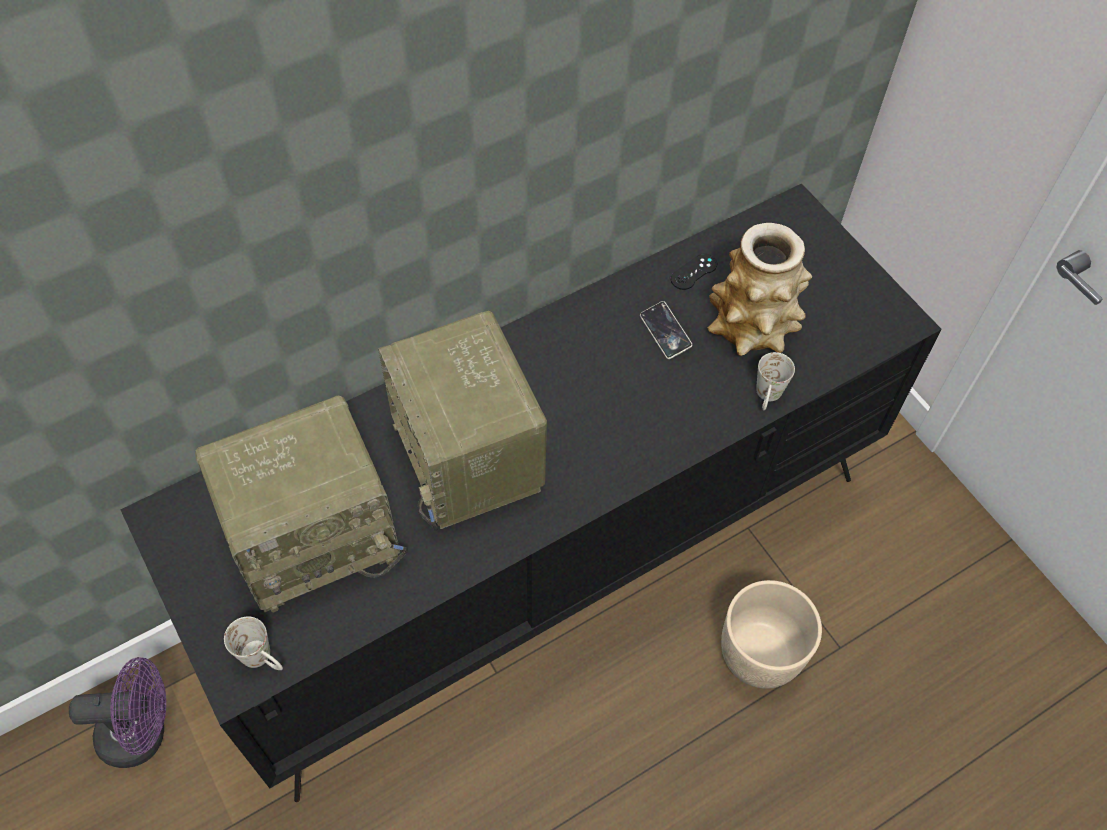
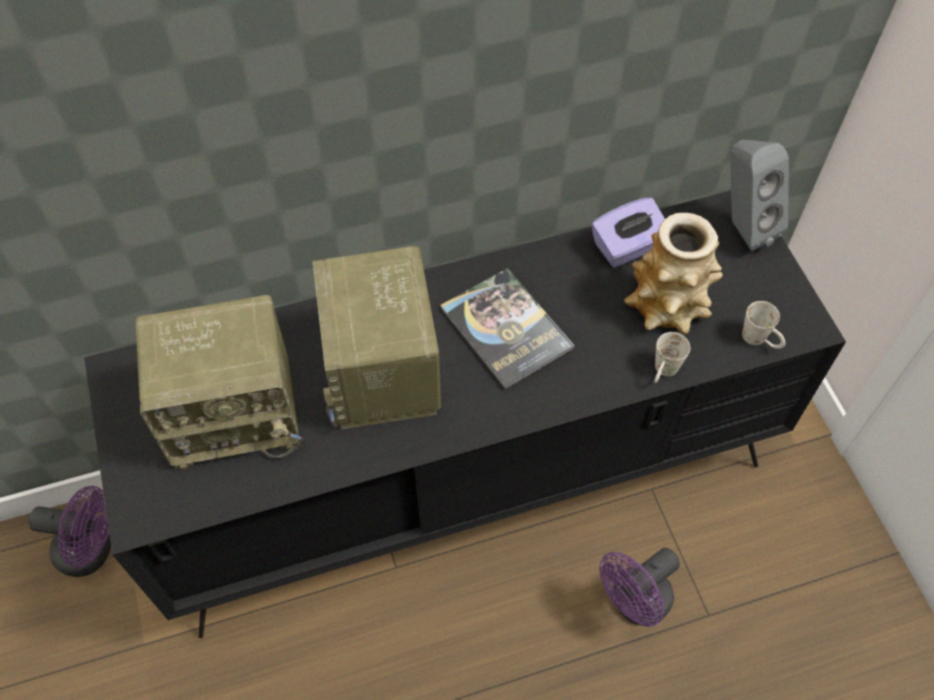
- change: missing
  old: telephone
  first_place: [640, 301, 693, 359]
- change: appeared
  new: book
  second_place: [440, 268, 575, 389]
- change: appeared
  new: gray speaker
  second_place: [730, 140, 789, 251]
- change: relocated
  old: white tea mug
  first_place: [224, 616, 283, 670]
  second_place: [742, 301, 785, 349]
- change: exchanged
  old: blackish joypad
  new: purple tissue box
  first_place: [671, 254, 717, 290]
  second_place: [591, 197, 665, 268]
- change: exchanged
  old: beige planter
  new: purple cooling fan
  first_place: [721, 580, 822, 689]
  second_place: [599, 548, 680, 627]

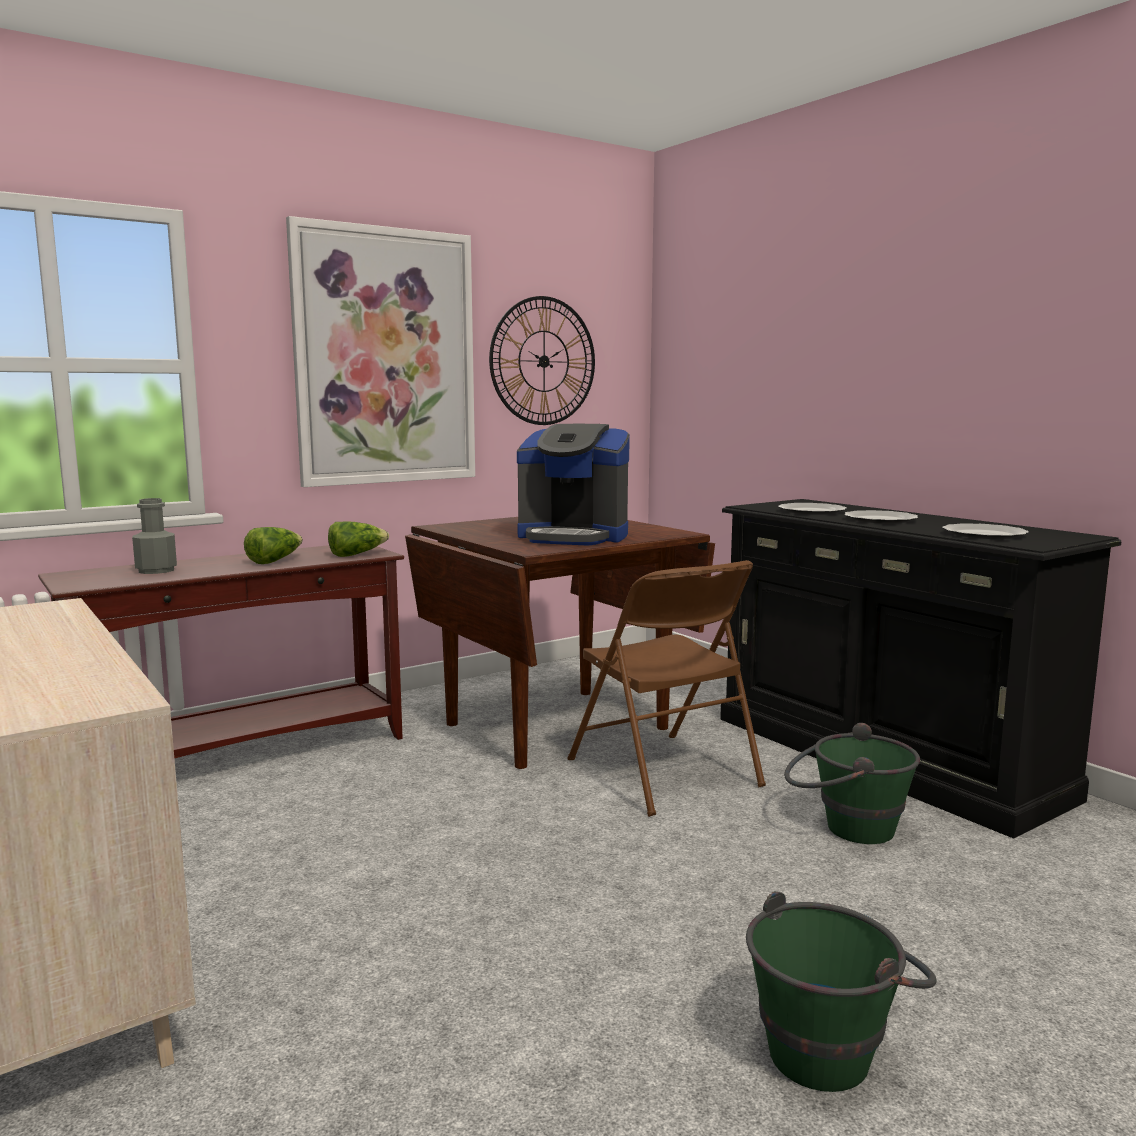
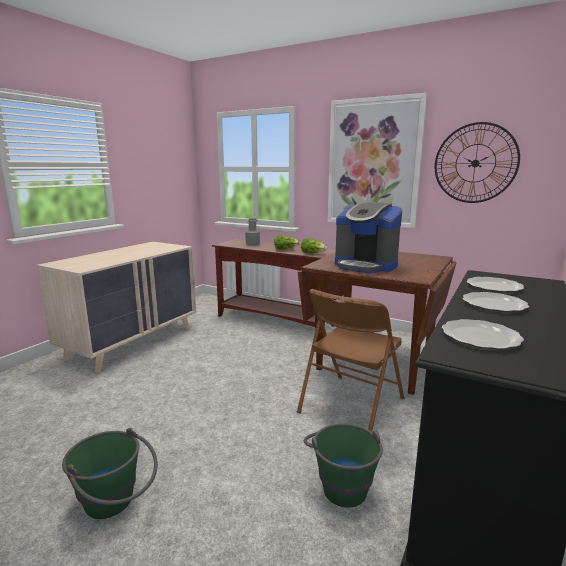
- change: spun
  old: coffee maker
  first_place: [517, 424, 630, 546]
  second_place: [335, 202, 402, 273]
  degrees: -45

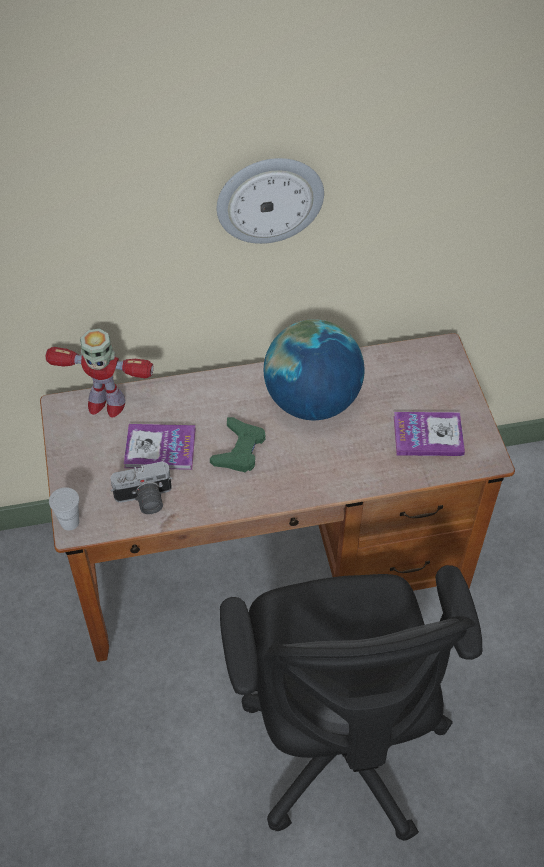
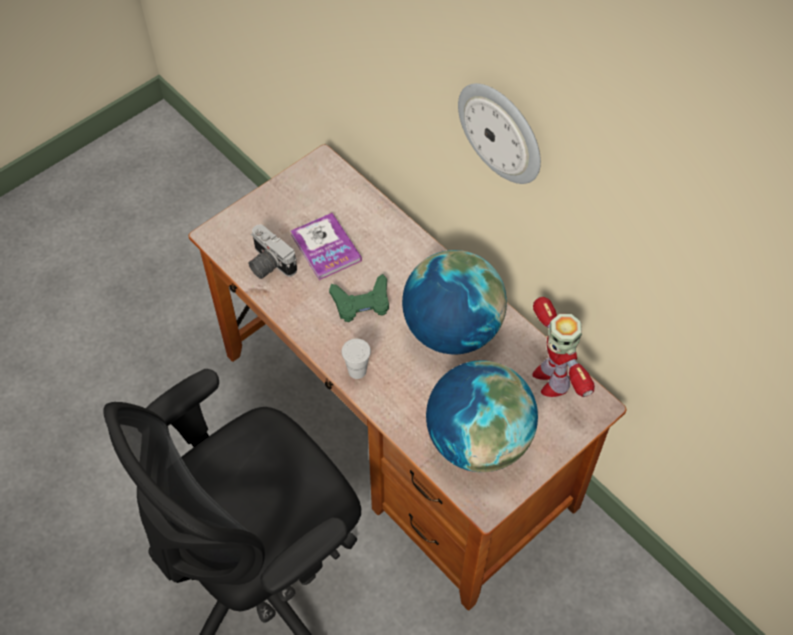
- change: relocated
  old: model robot
  first_place: [46, 329, 154, 418]
  second_place: [533, 297, 595, 397]
- change: relocated
  old: white small cup
  first_place: [49, 487, 79, 530]
  second_place: [341, 338, 371, 379]
- change: exchanged
  old: book
  new: desk globe
  first_place: [394, 412, 465, 456]
  second_place: [426, 360, 538, 472]

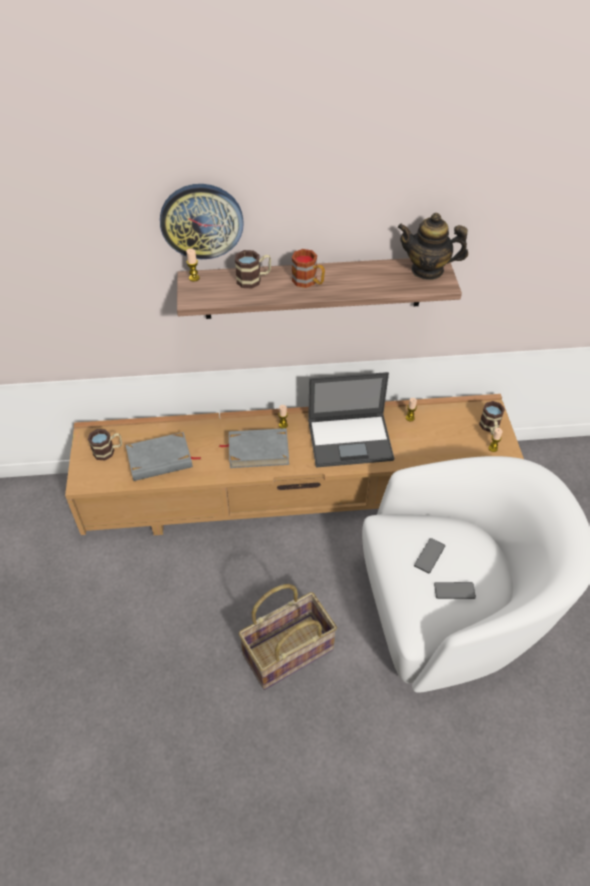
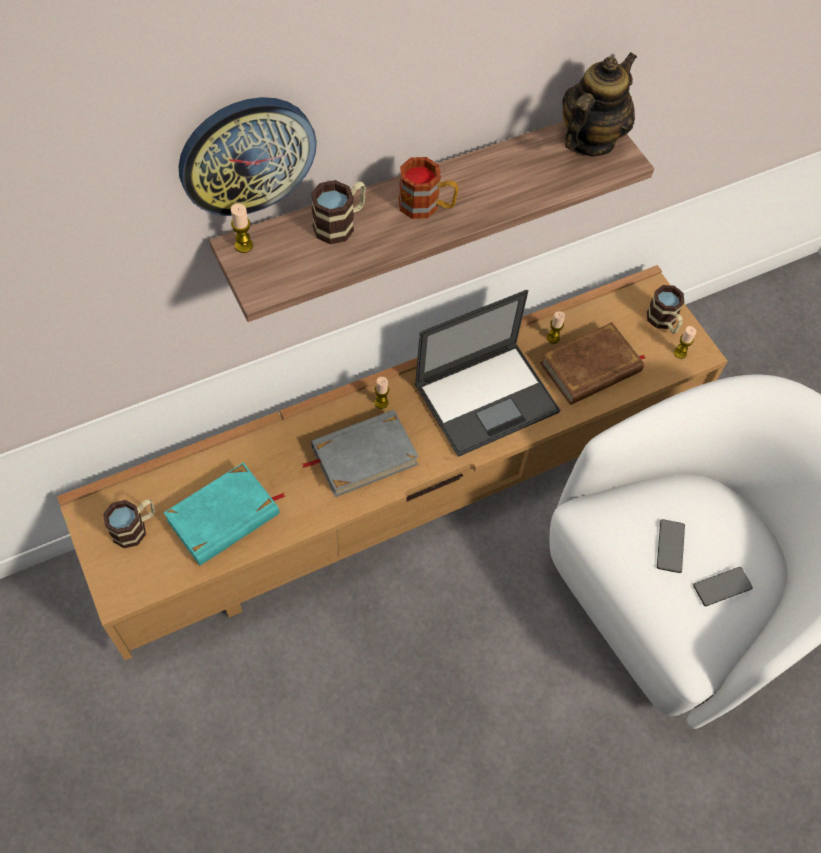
- change: missing
  old: basket
  first_place: [239, 584, 337, 690]
- change: appeared
  new: brown book
  second_place: [540, 322, 646, 405]
- change: colour
  old: gray book
  new: turquoise-coloured book
  first_place: [126, 432, 201, 481]
  second_place: [164, 462, 285, 566]
- change: spun
  old: tea pot
  first_place: [398, 213, 468, 280]
  second_place: [562, 52, 637, 157]
  degrees: 135

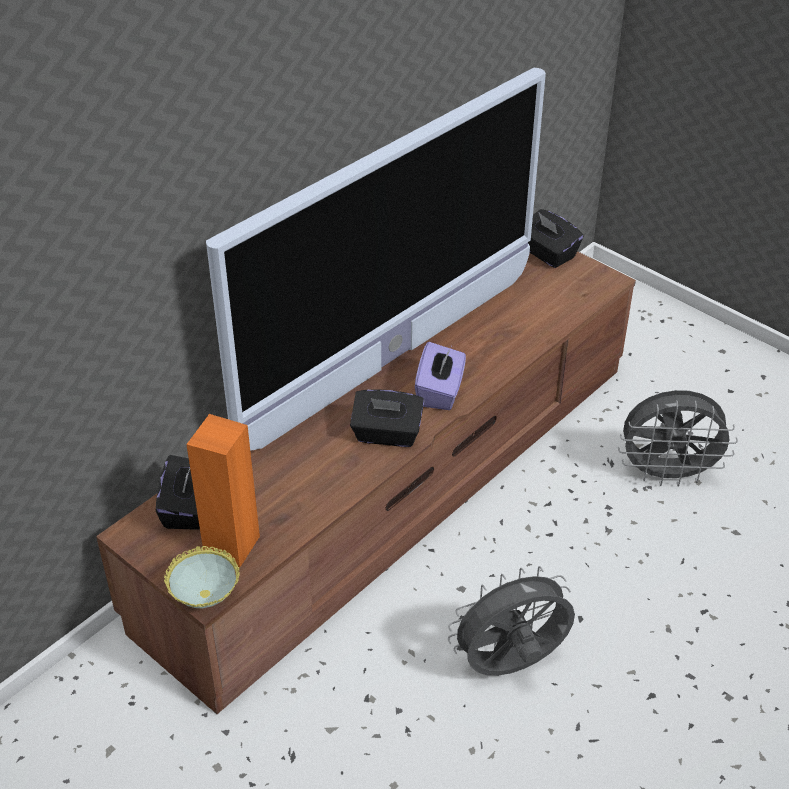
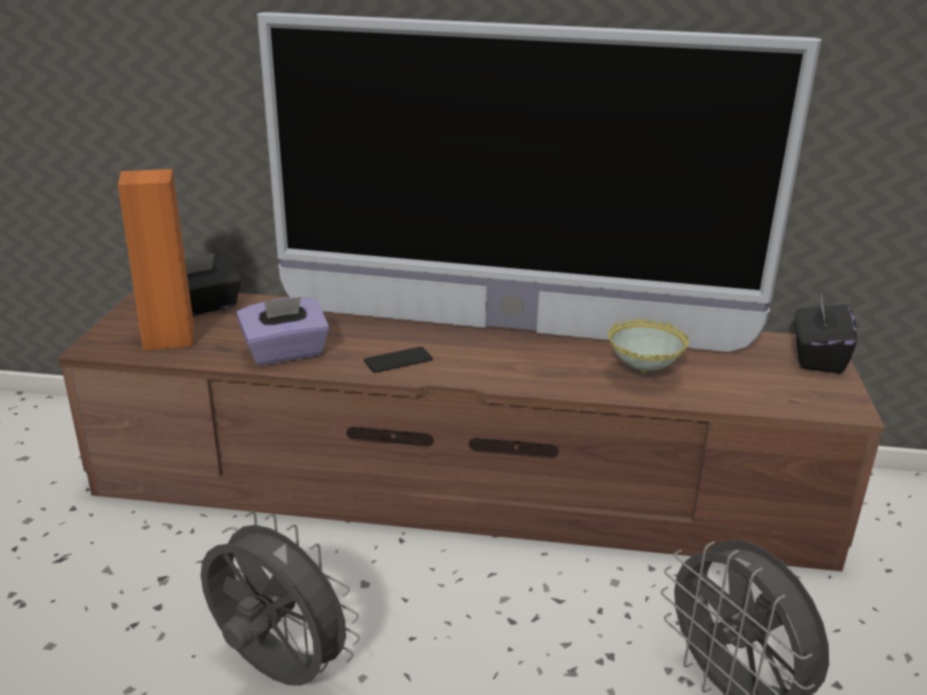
- change: relocated
  old: bowl
  first_place: [164, 546, 239, 608]
  second_place: [608, 318, 689, 375]
- change: relocated
  old: purple tissue box
  first_place: [415, 342, 466, 410]
  second_place: [236, 297, 329, 365]
- change: exchanged
  old: blackish tissue box
  new: telephone
  first_place: [350, 389, 424, 447]
  second_place: [364, 346, 432, 373]

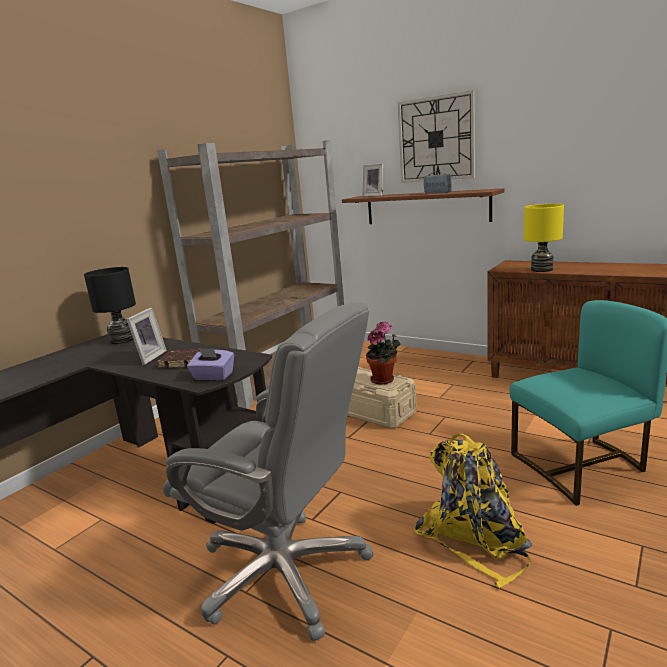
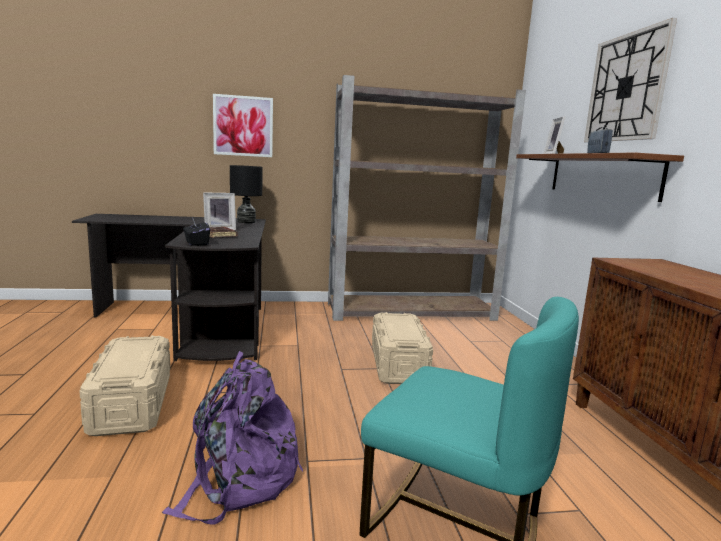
- change: missing
  old: houseplant
  first_place: [366, 321, 401, 385]
- change: missing
  old: yellow table lamp
  first_place: [524, 204, 564, 272]
- change: appeared
  new: wall picture
  second_place: [213, 94, 273, 157]
- change: exchanged
  old: gray desk chair
  new: beige storage box
  first_place: [163, 302, 373, 641]
  second_place: [79, 335, 170, 436]
- change: colour
  old: purple tissue box
  new: blackish tissue box
  first_place: [187, 348, 234, 380]
  second_place: [183, 219, 210, 246]
- change: colour
  old: yellow backpack
  new: purple backpack
  first_place: [414, 434, 532, 588]
  second_place: [162, 351, 303, 525]

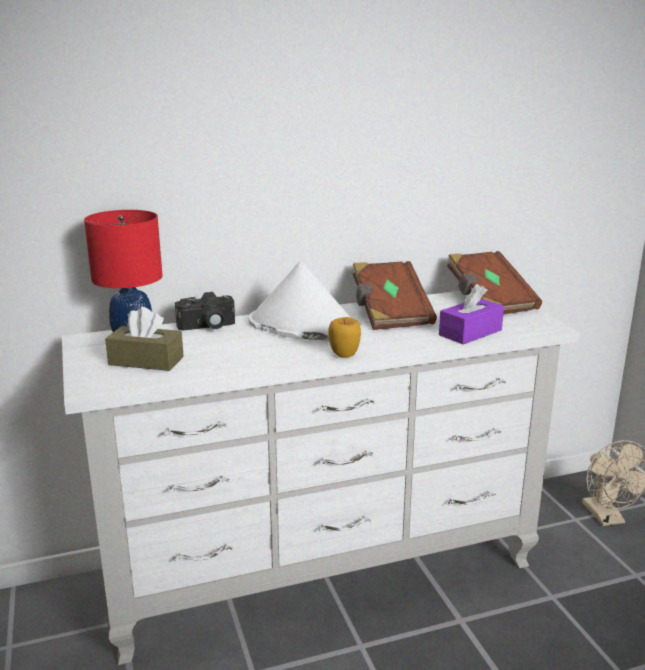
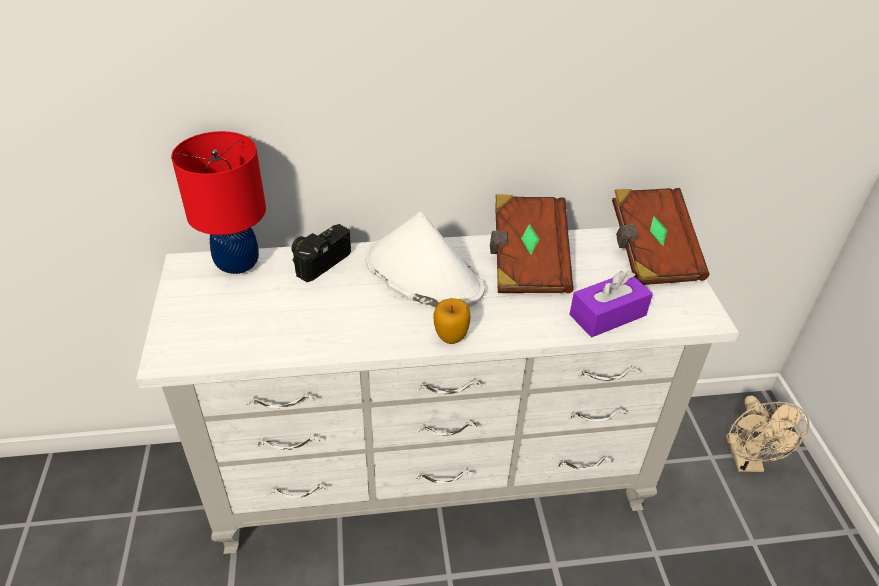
- change: missing
  old: brown tissue box
  first_place: [105, 307, 184, 371]
- change: spun
  old: still camera
  first_place: [175, 292, 235, 330]
  second_place: [292, 224, 351, 282]
  degrees: 135

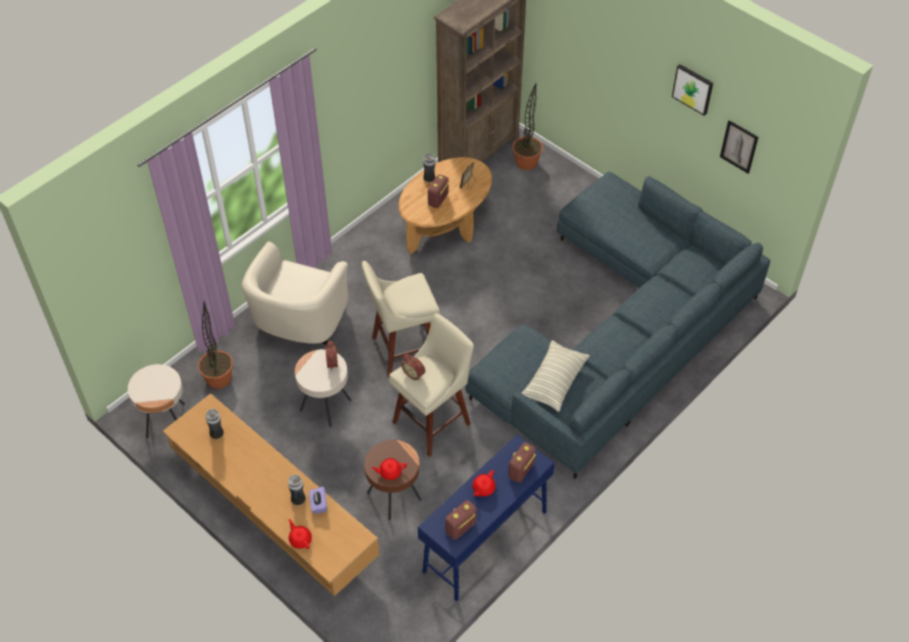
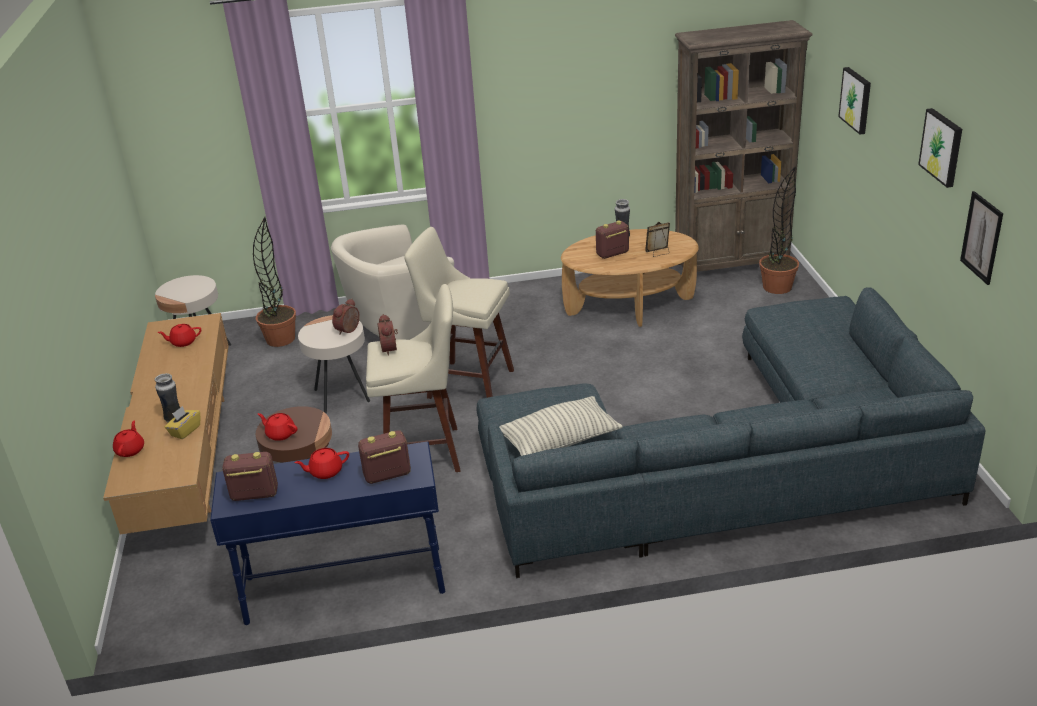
- change: appeared
  new: wall picture
  second_place: [838, 67, 871, 135]
- change: exchanged
  old: vase
  new: reddish tea pot
  first_place: [206, 409, 224, 439]
  second_place: [157, 324, 201, 347]
- change: colour
  old: purple tissue box
  new: yellow tissue box
  first_place: [309, 487, 327, 514]
  second_place: [165, 406, 200, 439]

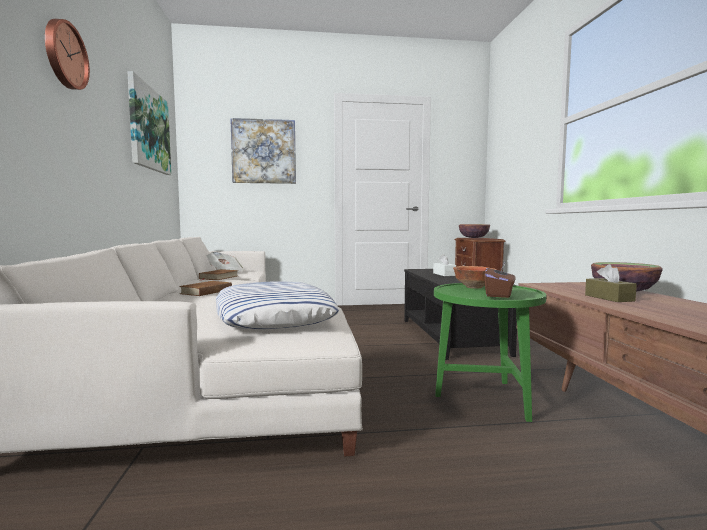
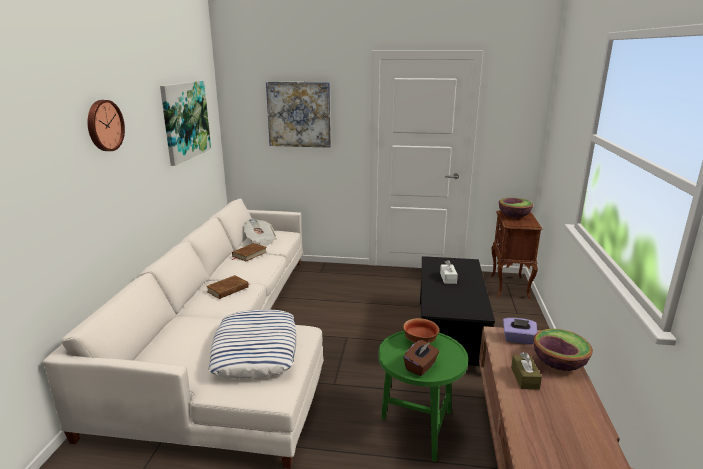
- change: appeared
  new: purple tissue box
  second_place: [503, 318, 537, 344]

